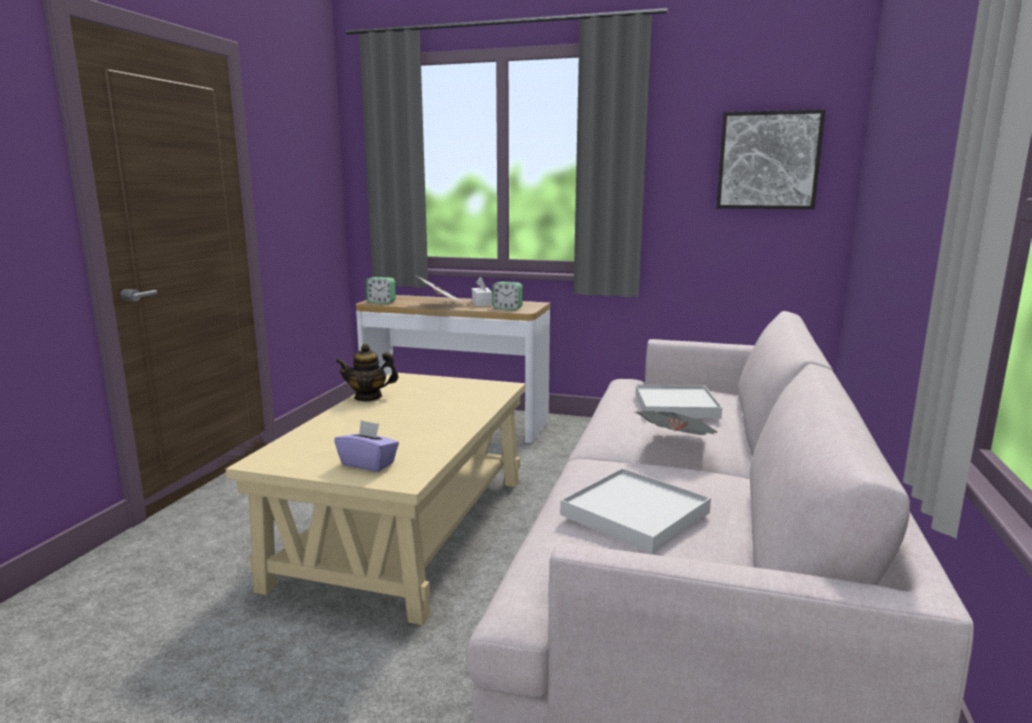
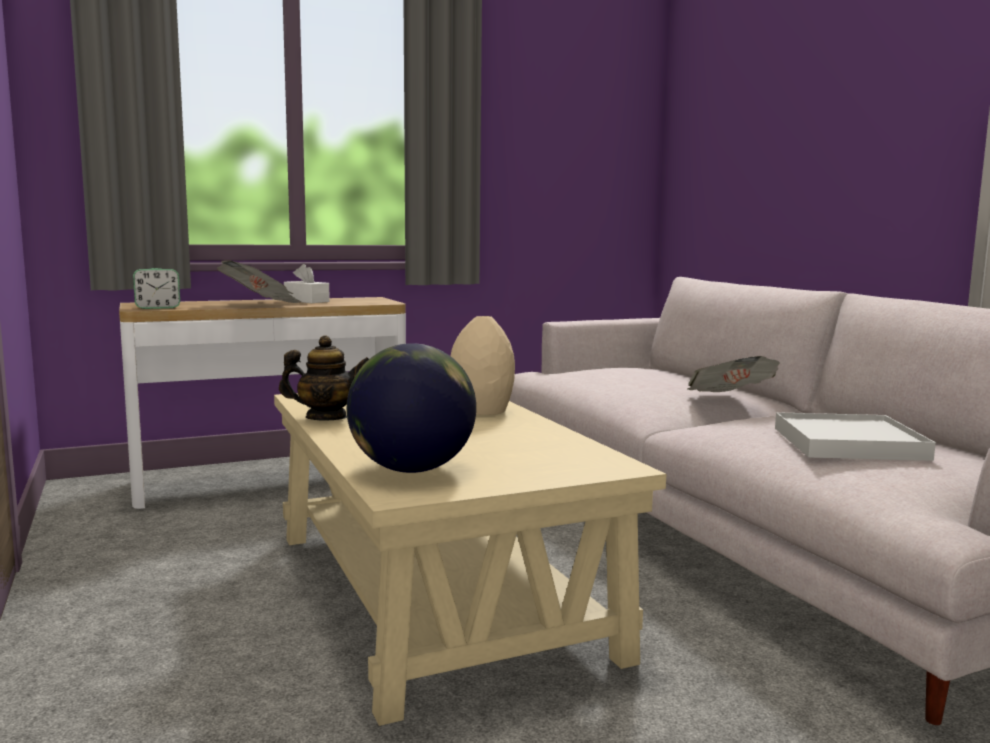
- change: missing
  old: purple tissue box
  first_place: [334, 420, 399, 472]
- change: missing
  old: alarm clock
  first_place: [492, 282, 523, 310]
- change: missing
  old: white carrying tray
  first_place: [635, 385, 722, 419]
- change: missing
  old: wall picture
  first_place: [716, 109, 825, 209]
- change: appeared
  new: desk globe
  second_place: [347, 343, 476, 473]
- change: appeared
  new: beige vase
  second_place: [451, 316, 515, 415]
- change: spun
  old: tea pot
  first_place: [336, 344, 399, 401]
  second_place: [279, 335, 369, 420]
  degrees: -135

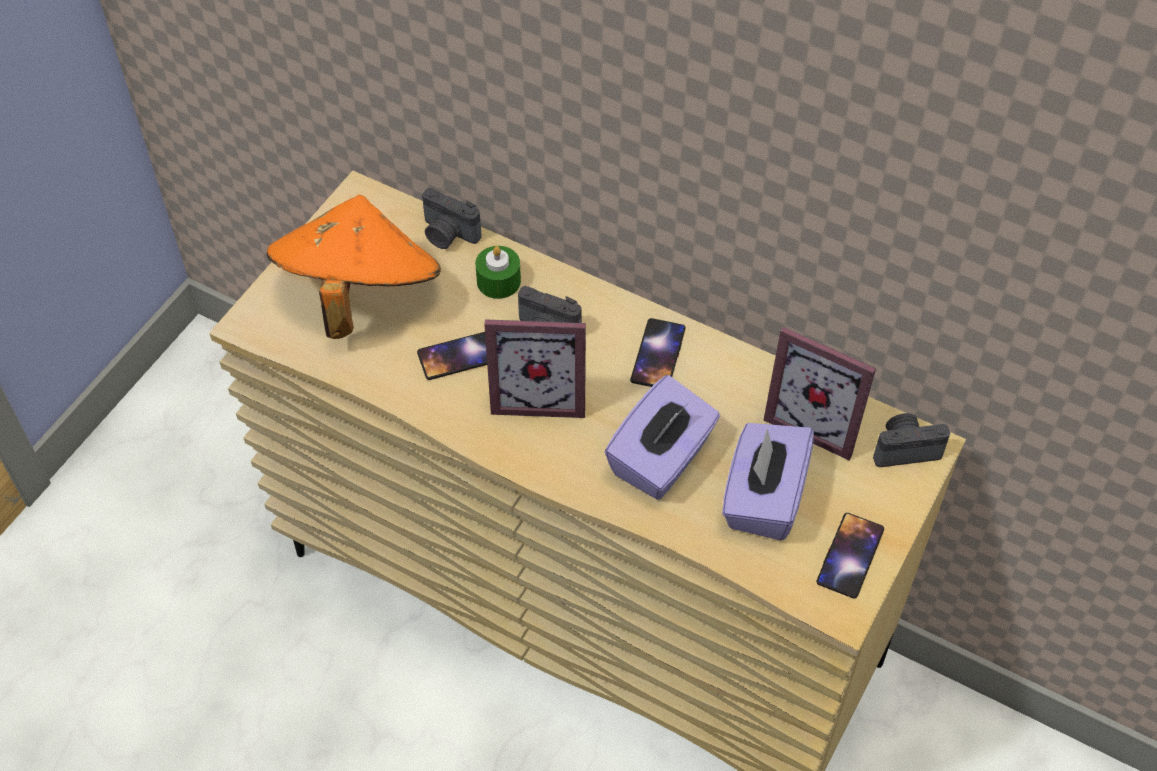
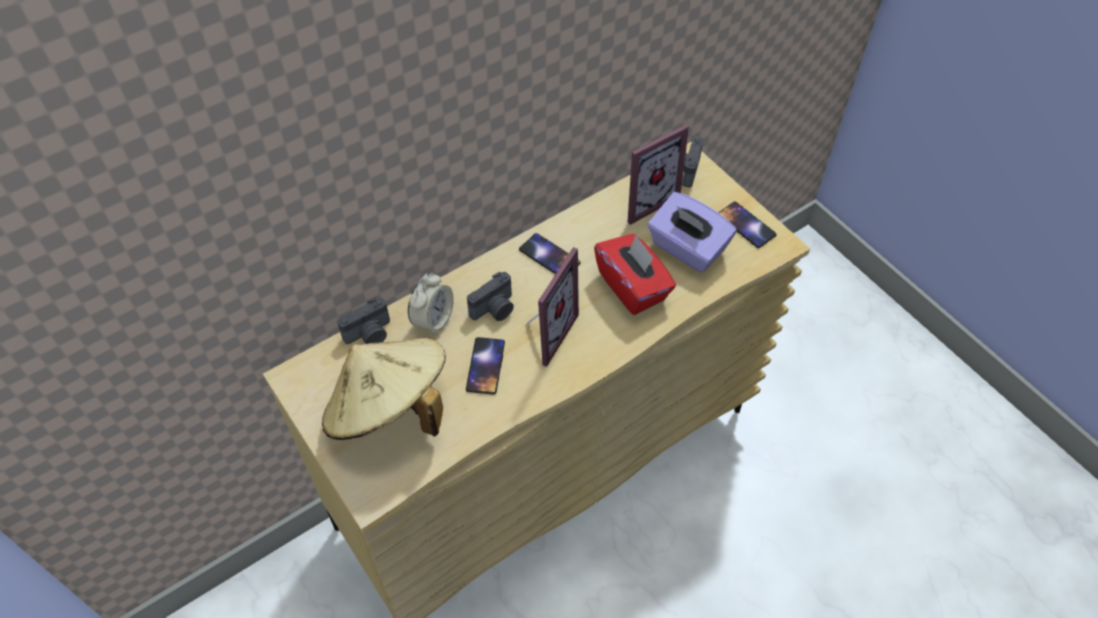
- change: exchanged
  old: green-coloured wax light
  new: alarm clock
  first_place: [475, 246, 521, 299]
  second_place: [408, 273, 454, 336]
- change: colour
  old: orange-coloured clothing hat
  new: beige clothing hat
  first_place: [267, 195, 441, 339]
  second_place: [322, 337, 446, 440]
- change: colour
  old: purple tissue box
  new: reddish tissue box
  first_place: [604, 375, 720, 500]
  second_place: [594, 233, 676, 315]

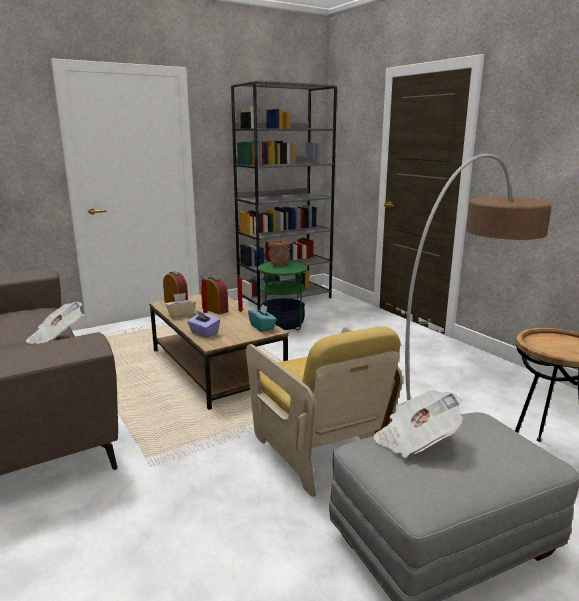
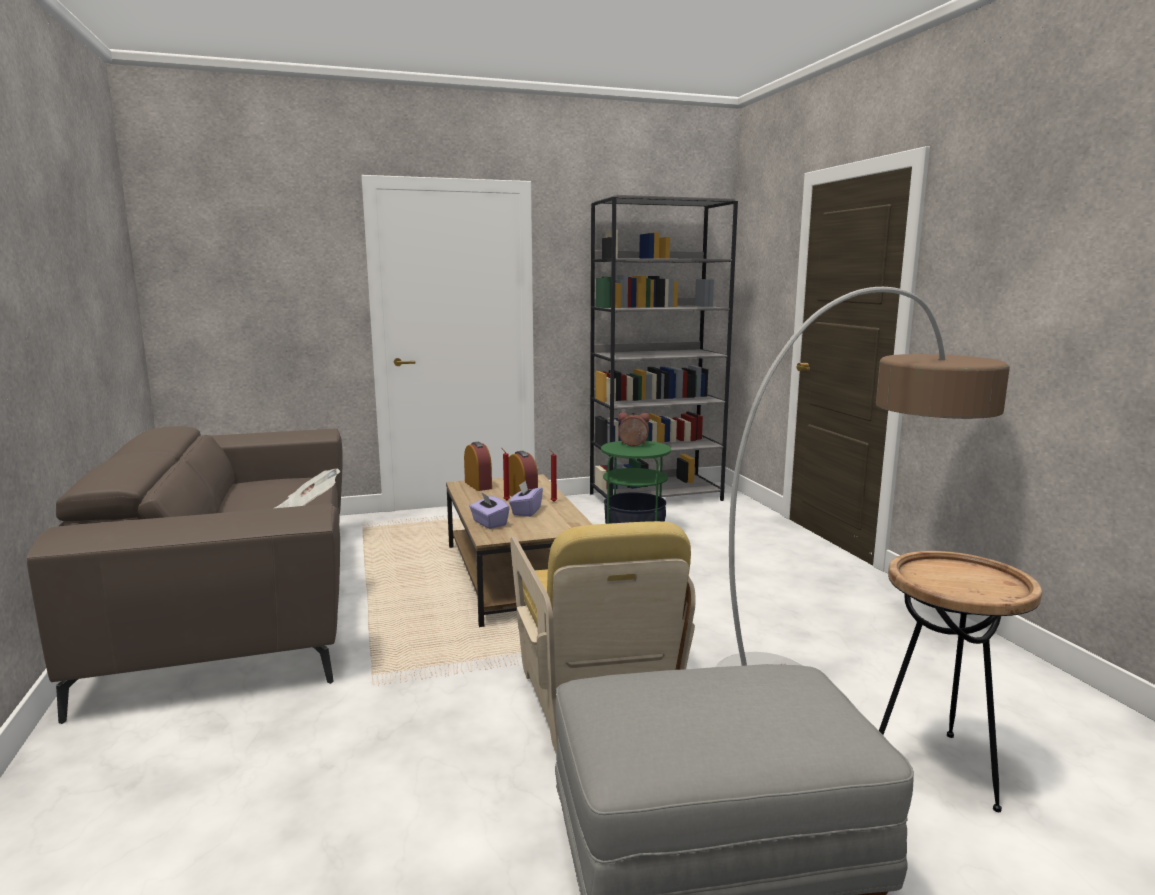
- change: missing
  old: beige tissue box
  first_place: [166, 293, 196, 318]
- change: missing
  old: turquoise-coloured tissue box
  first_place: [248, 304, 277, 332]
- change: missing
  old: newspaper
  first_place: [374, 390, 463, 458]
- change: appeared
  new: purple tissue box
  second_place: [509, 481, 543, 517]

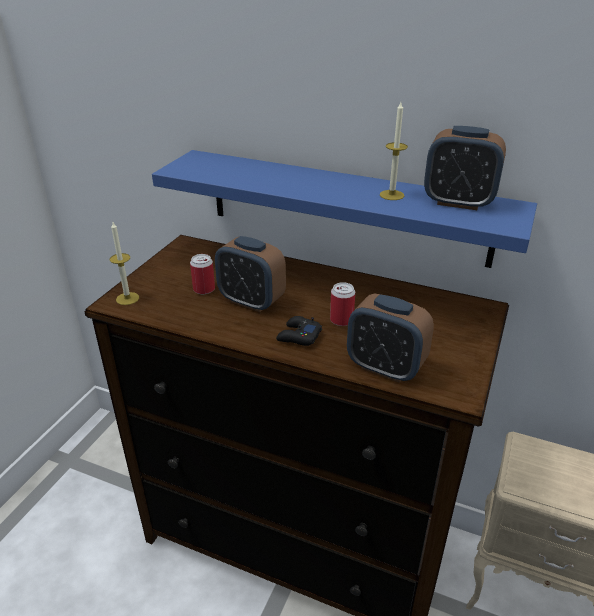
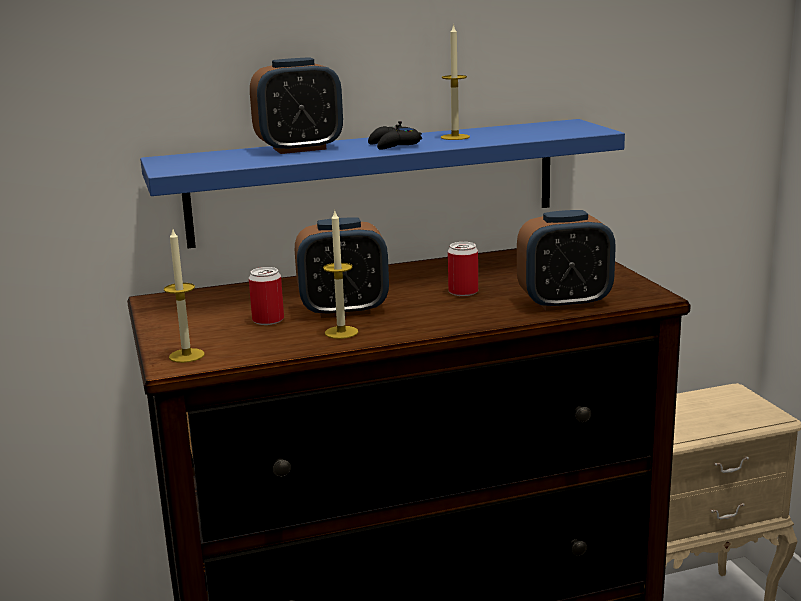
- change: appeared
  new: wax light
  second_place: [323, 211, 358, 339]
- change: relocated
  old: blackish joypad
  first_place: [276, 316, 322, 346]
  second_place: [368, 121, 422, 150]
- change: relocated
  old: alarm clock
  first_place: [424, 126, 506, 210]
  second_place: [250, 57, 343, 154]

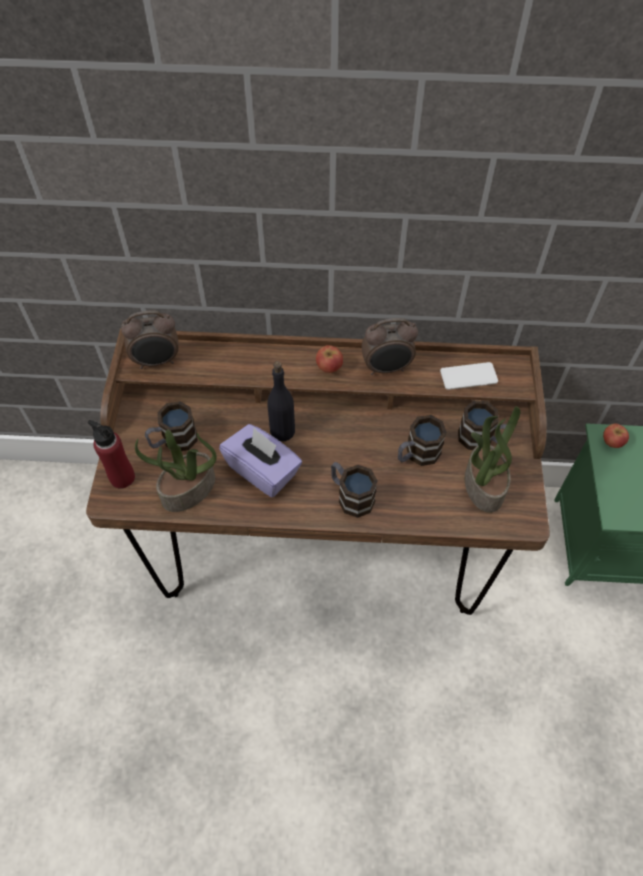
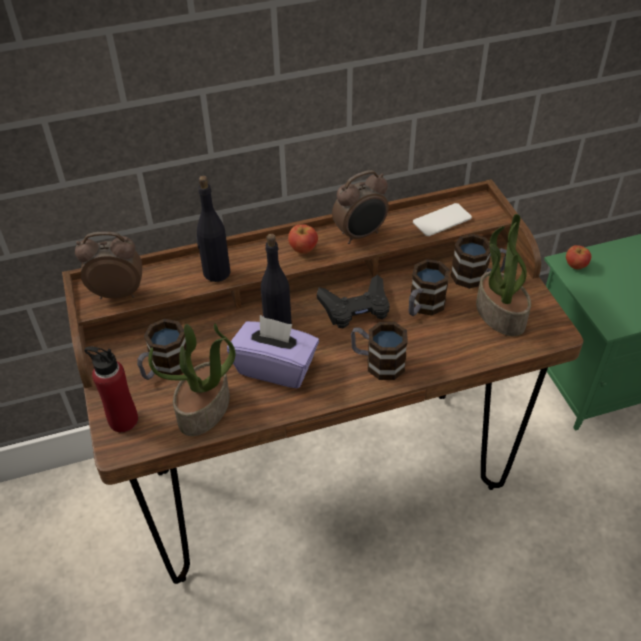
- change: appeared
  new: blackish drink bottle
  second_place: [196, 176, 230, 282]
- change: appeared
  new: blackish joypad
  second_place: [317, 274, 390, 328]
- change: spun
  old: alarm clock
  first_place: [121, 310, 178, 369]
  second_place: [75, 231, 142, 299]
  degrees: -150

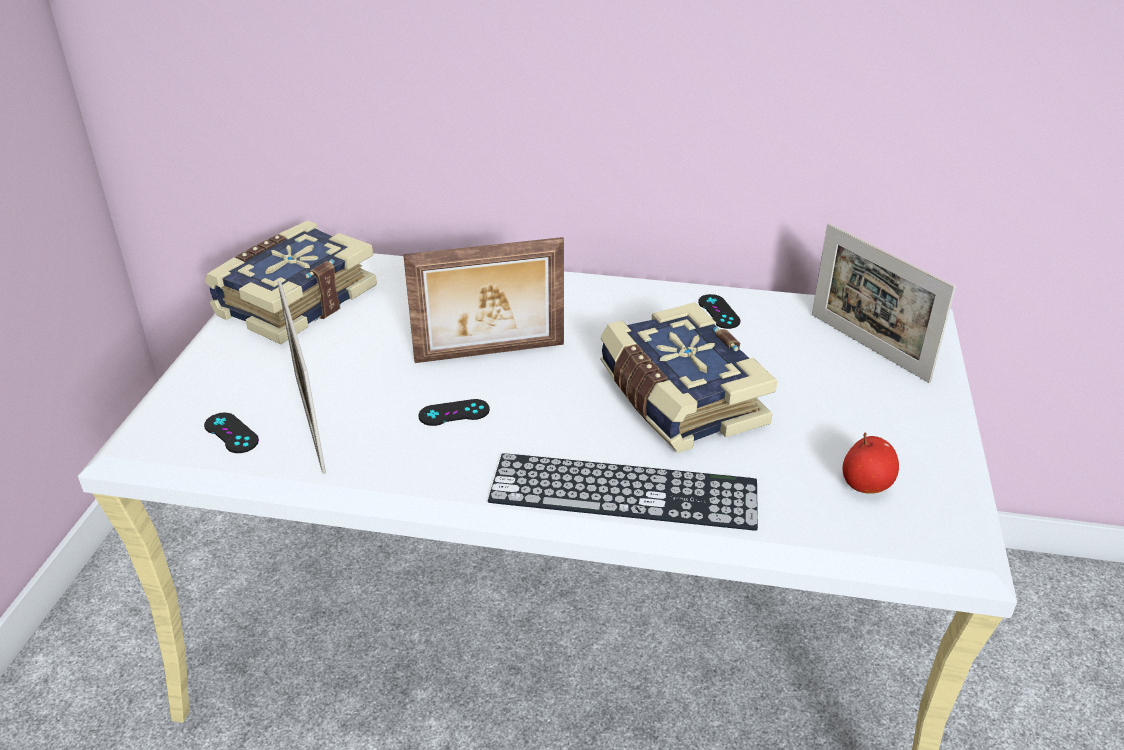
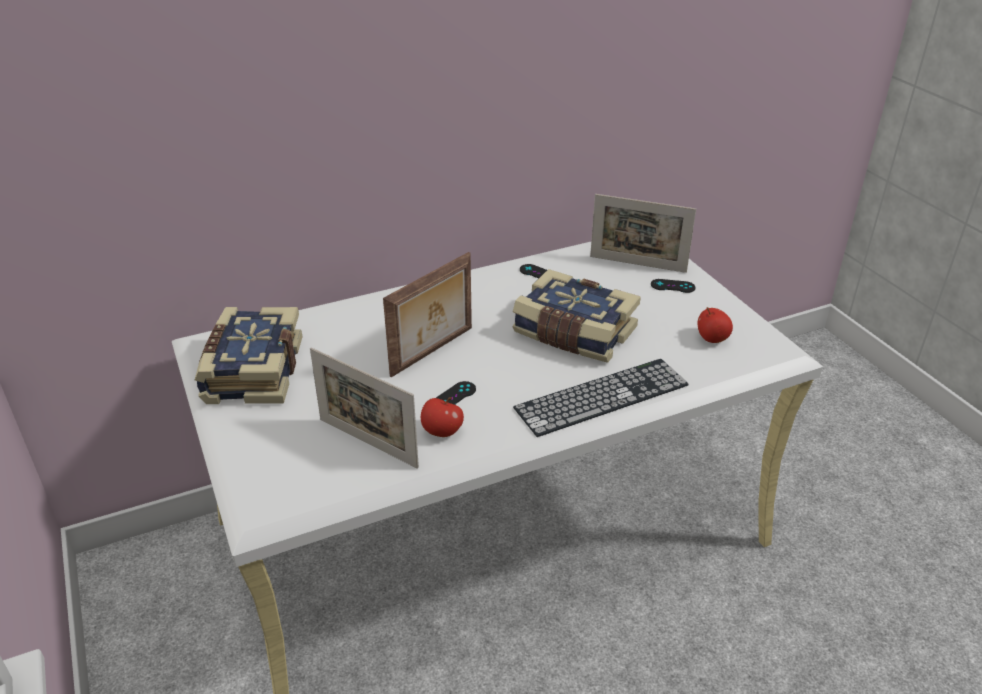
- change: appeared
  new: whole apple
  second_place: [421, 397, 464, 437]
- change: relocated
  old: blackish joypad
  first_place: [204, 413, 259, 453]
  second_place: [651, 279, 696, 293]

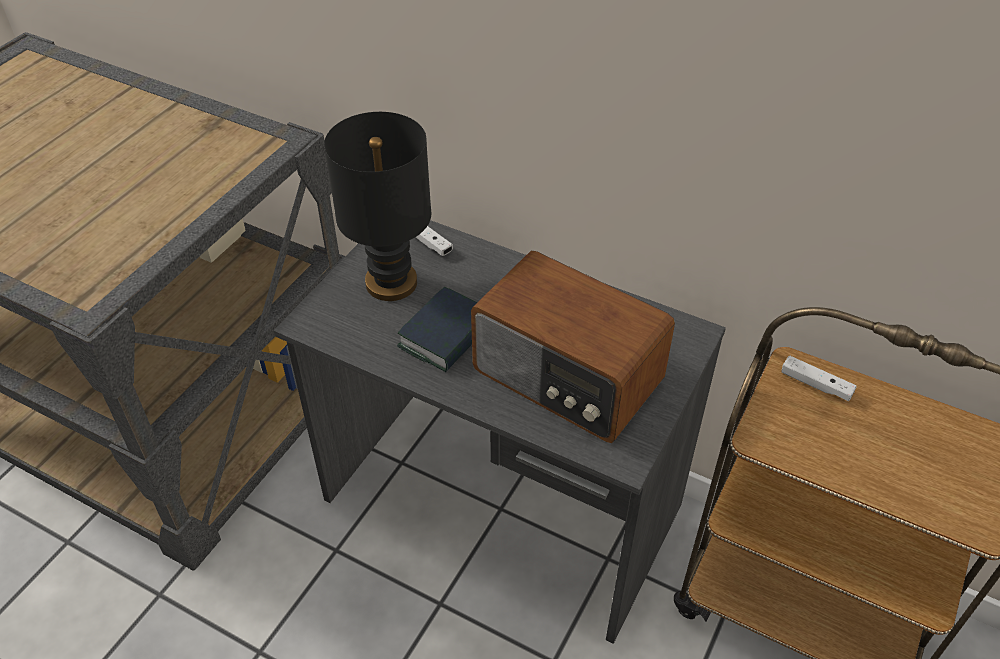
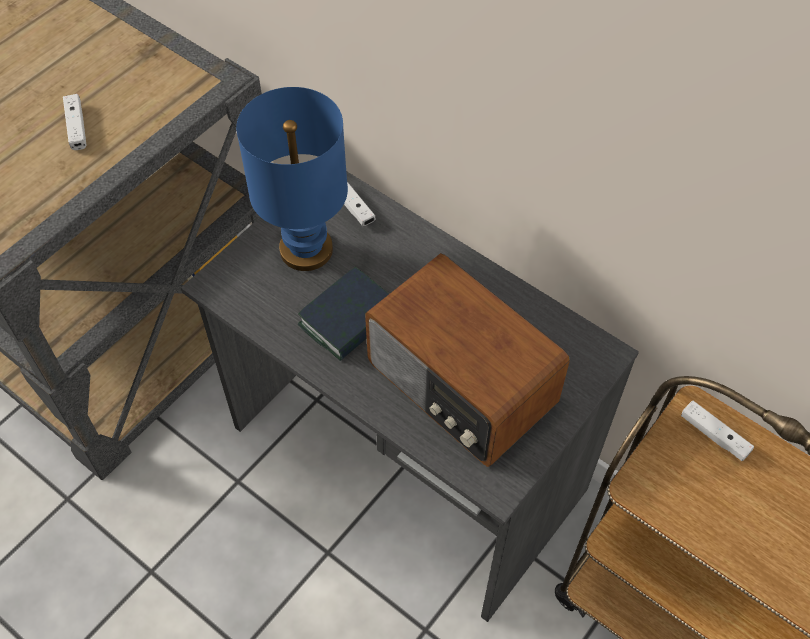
- change: appeared
  new: white joypad
  second_place: [63, 94, 87, 150]
- change: colour
  old: blackish table lamp
  new: blue table lamp
  first_place: [324, 112, 431, 301]
  second_place: [236, 87, 348, 271]

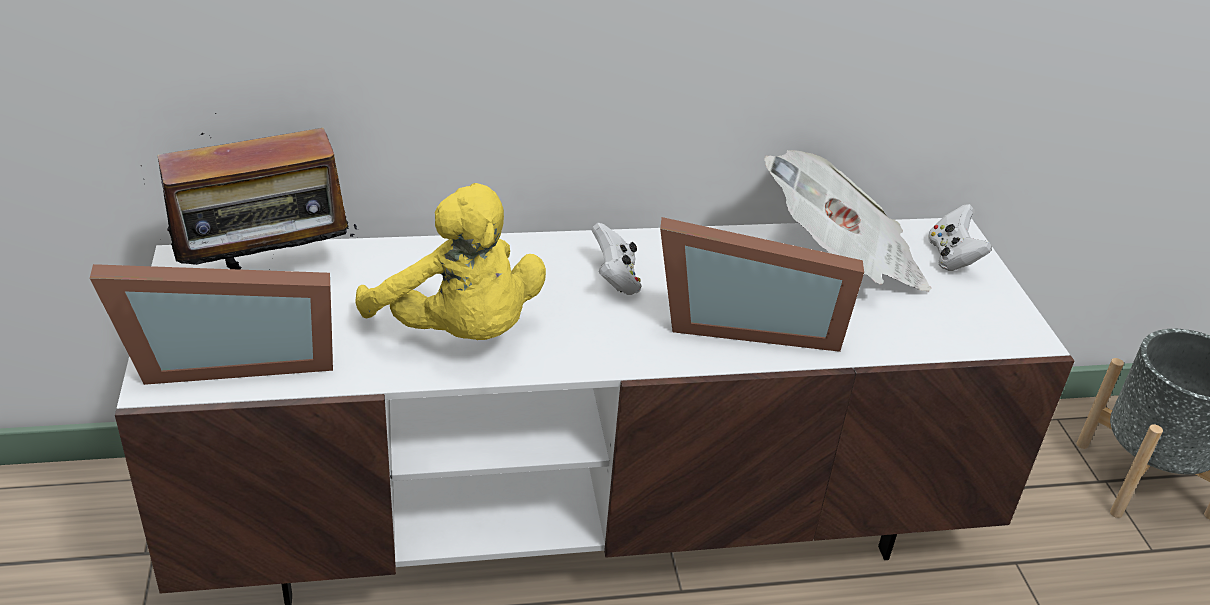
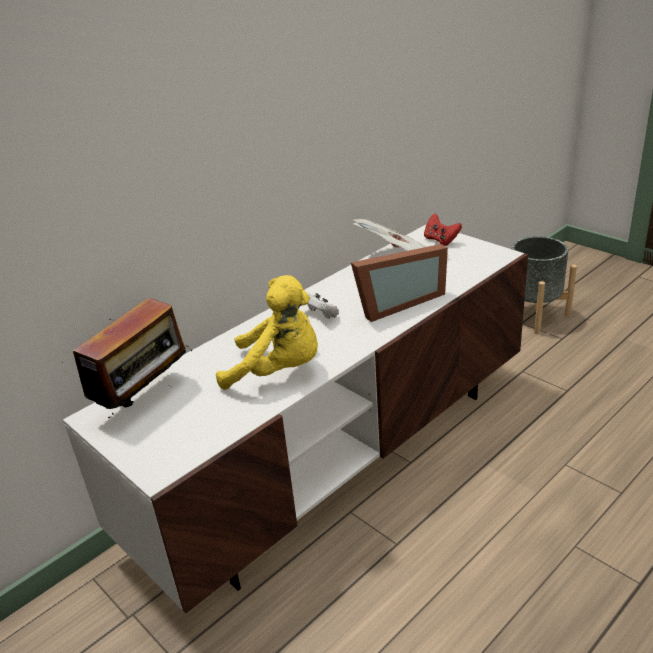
- change: missing
  old: picture frame
  first_place: [90, 264, 333, 385]
- change: colour
  old: white joypad
  new: reddish joypad
  first_place: [928, 204, 992, 271]
  second_place: [424, 214, 462, 246]

